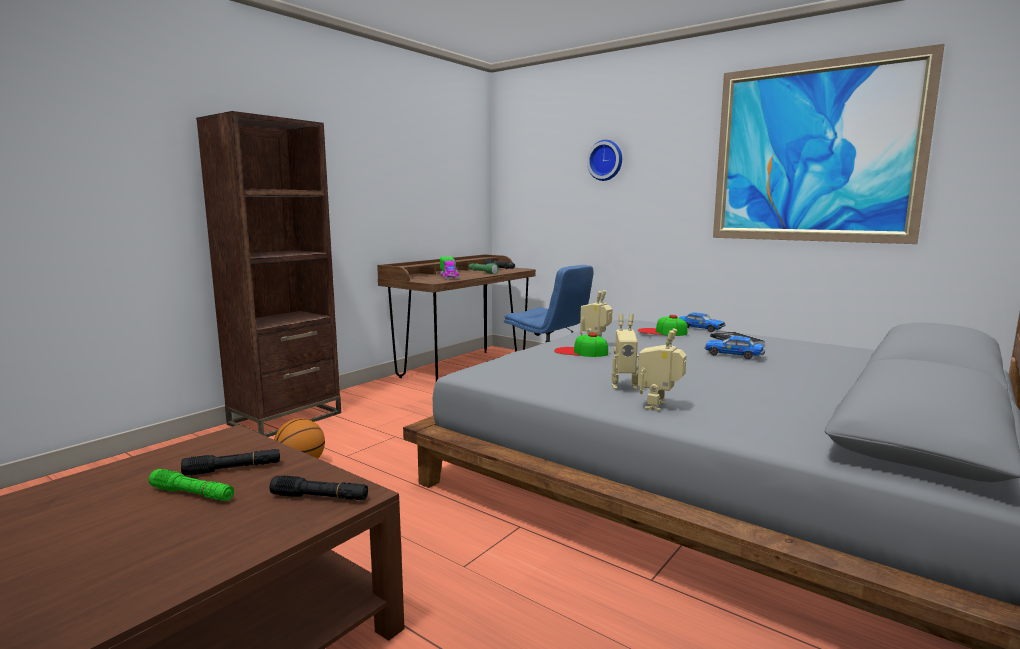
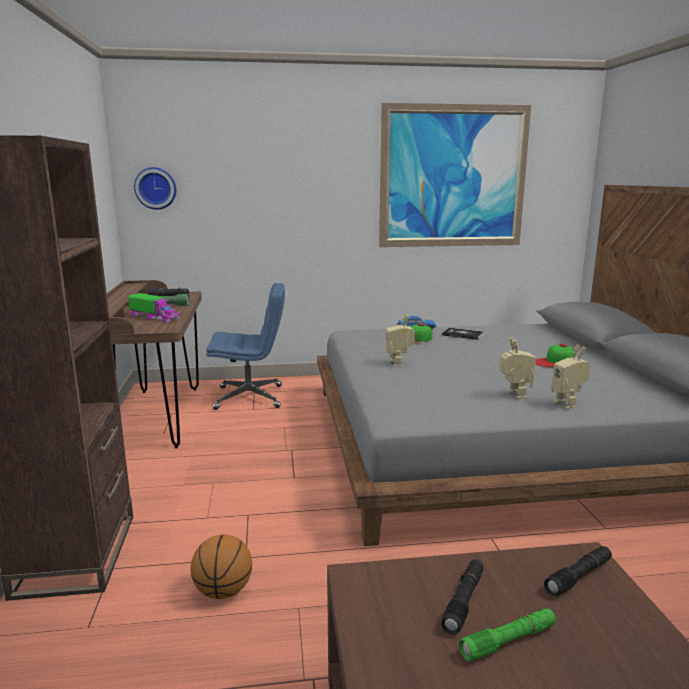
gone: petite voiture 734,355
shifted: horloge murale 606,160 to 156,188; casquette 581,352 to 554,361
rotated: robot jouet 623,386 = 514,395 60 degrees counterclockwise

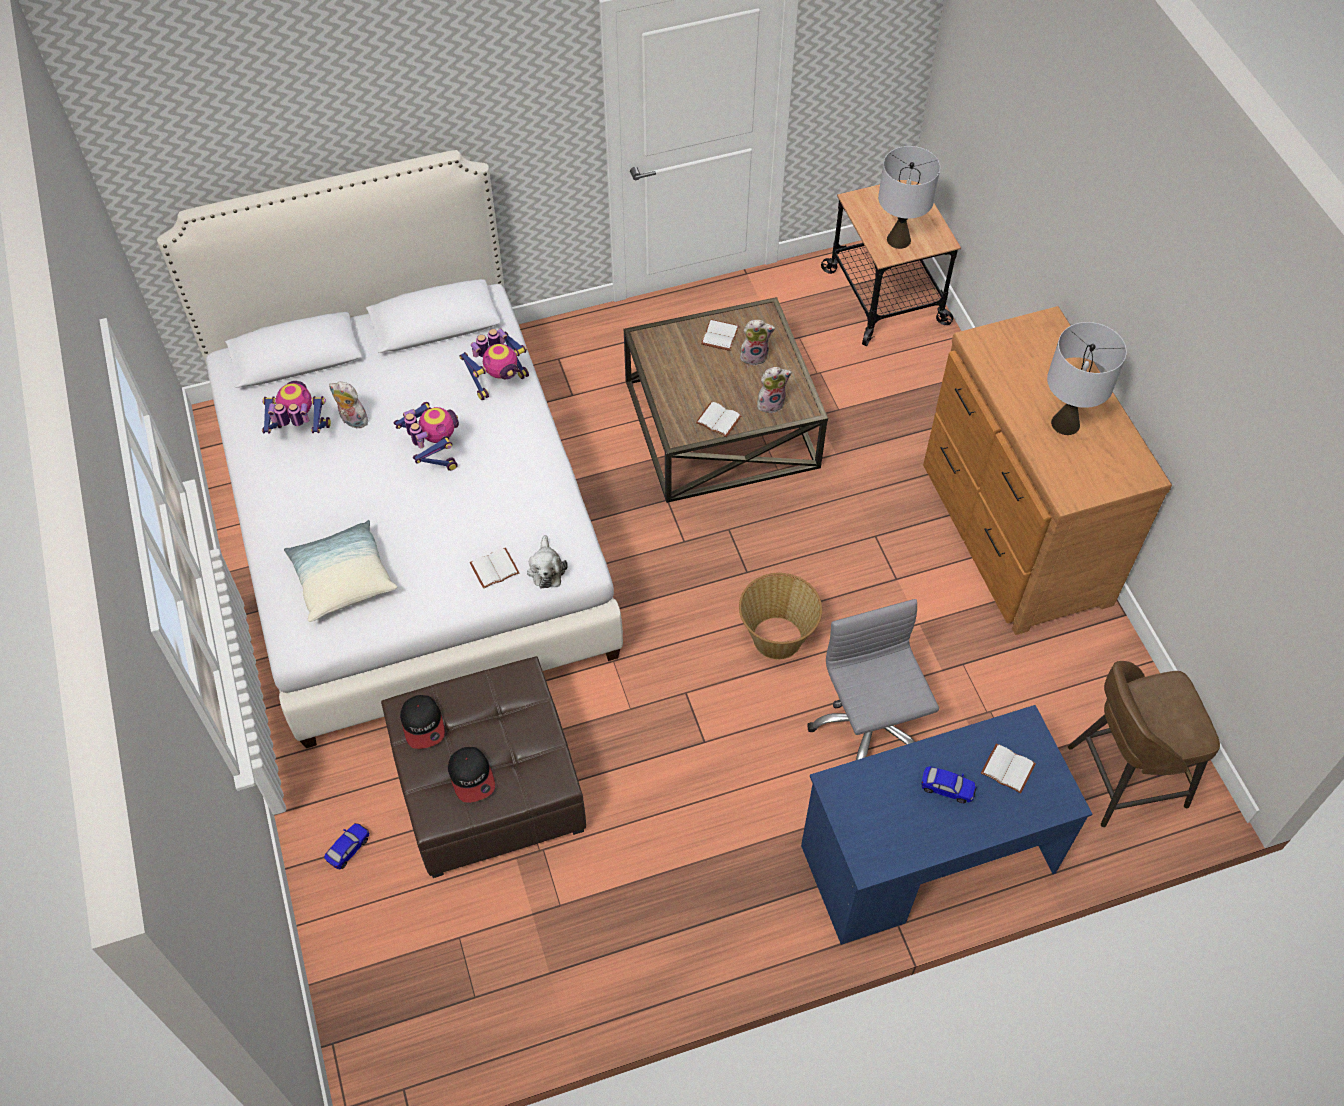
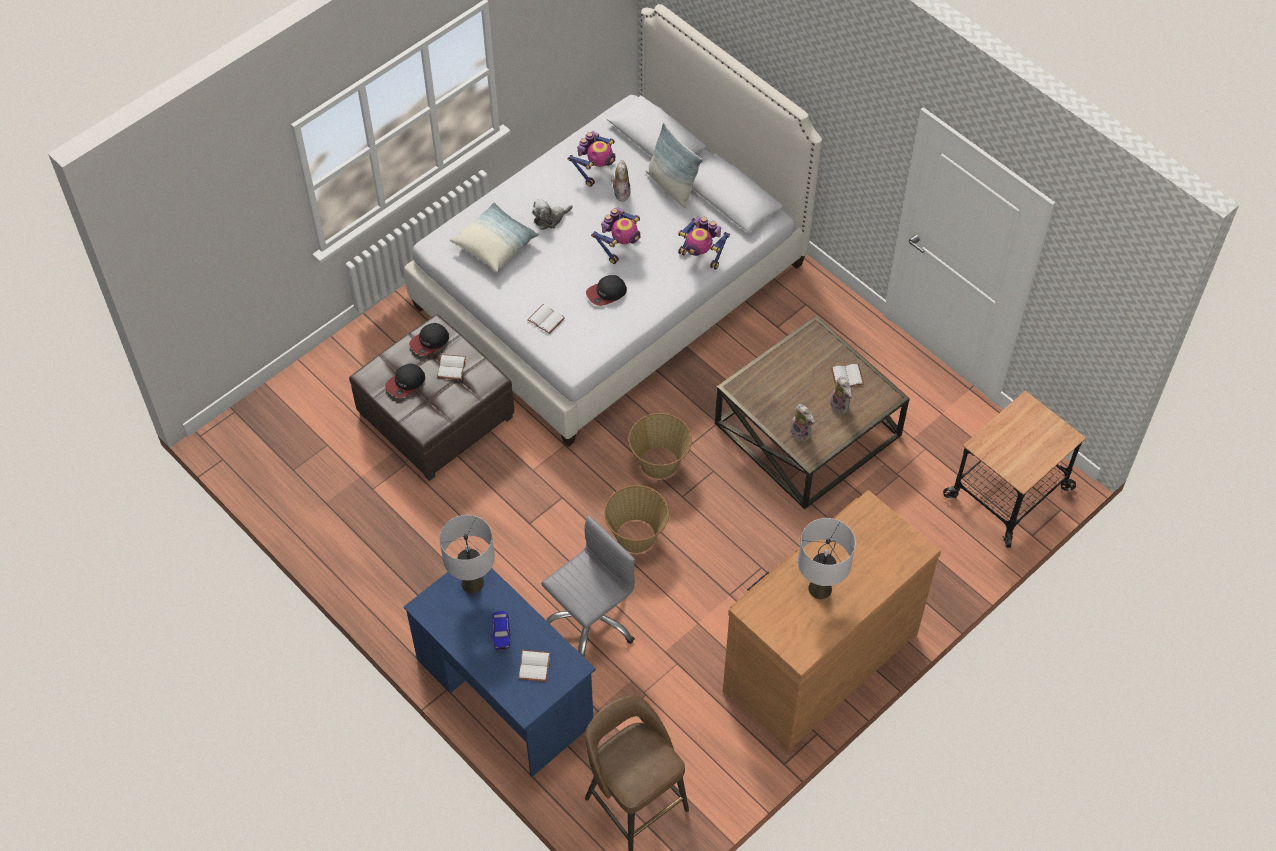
gone: petite voiture 348,849
new: casquette 606,293; panier 659,463; coussin 671,186
shifted: livre (blanc) 717,420 to 450,367; lampe de table (gris) 899,239 to 473,583; peluche 546,569 to 550,218
rotated: robot jouet 300,432 = 595,170 60 degrees clockwise

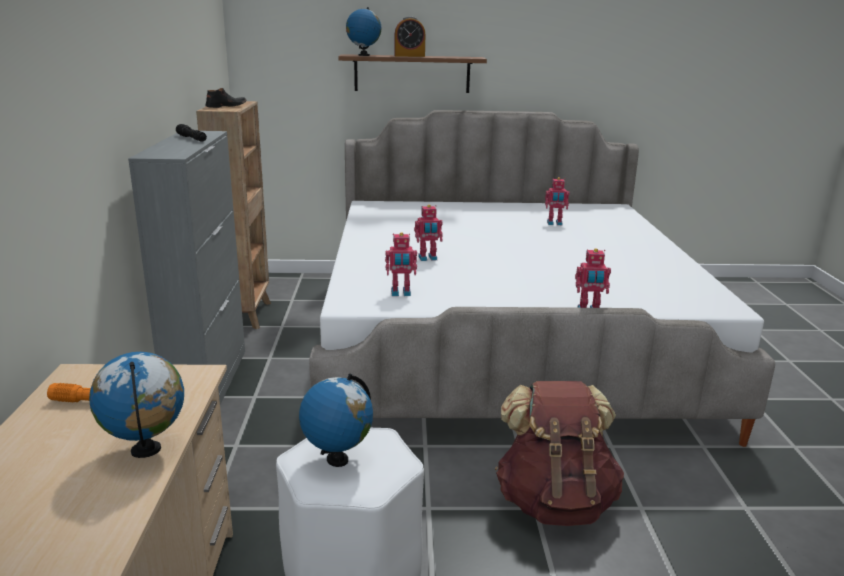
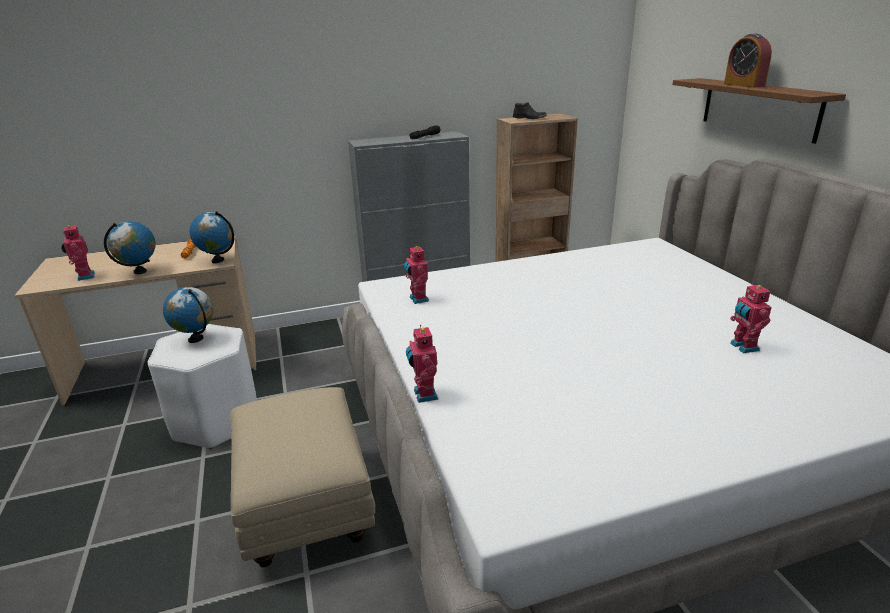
shifted: robot jouet 428,258 to 84,276; globe 363,55 to 218,260
swapped: sac à dos (marron) 554,502 to pouf (beige) 306,507

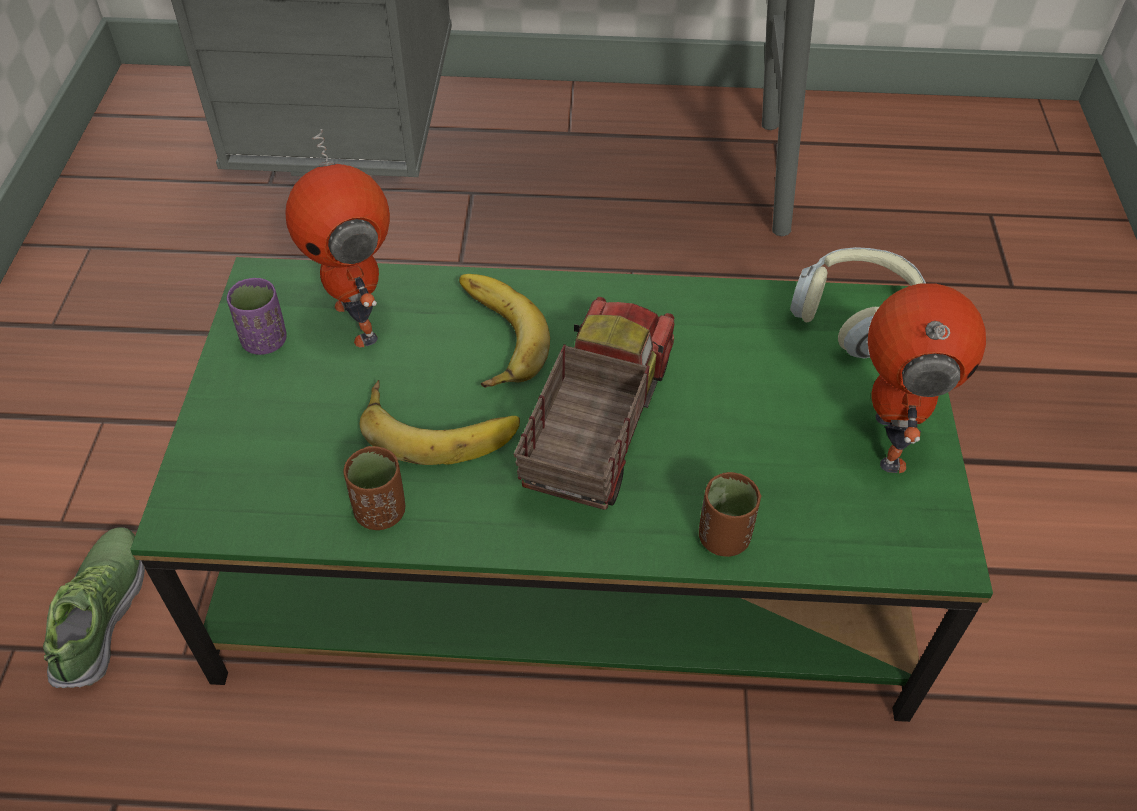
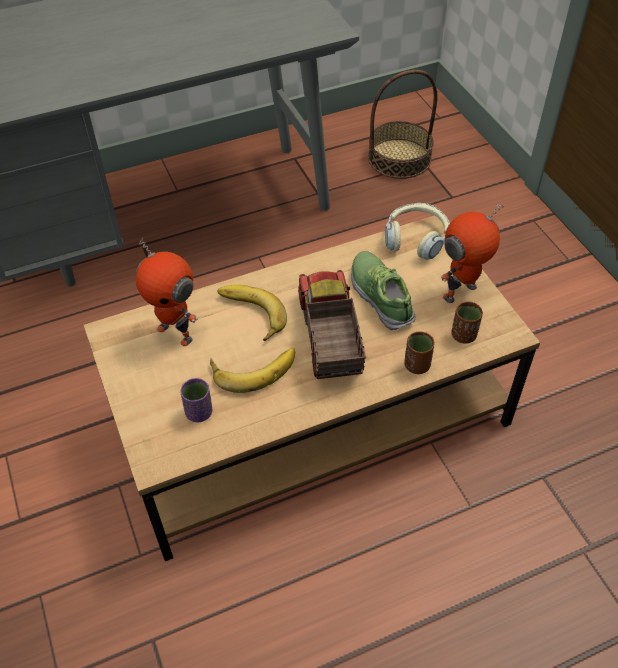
new: panier 399,158
shifted: tasse (violet) 265,341 to 199,412; chaussure 102,614 to 381,296; tasse (marron) 380,512 to 463,335
repainted: table basse (vert) 566,554 to table basse (marron) 310,417
rotated: robot jouet 885,440 = 461,293 105 degrees counterclockwise

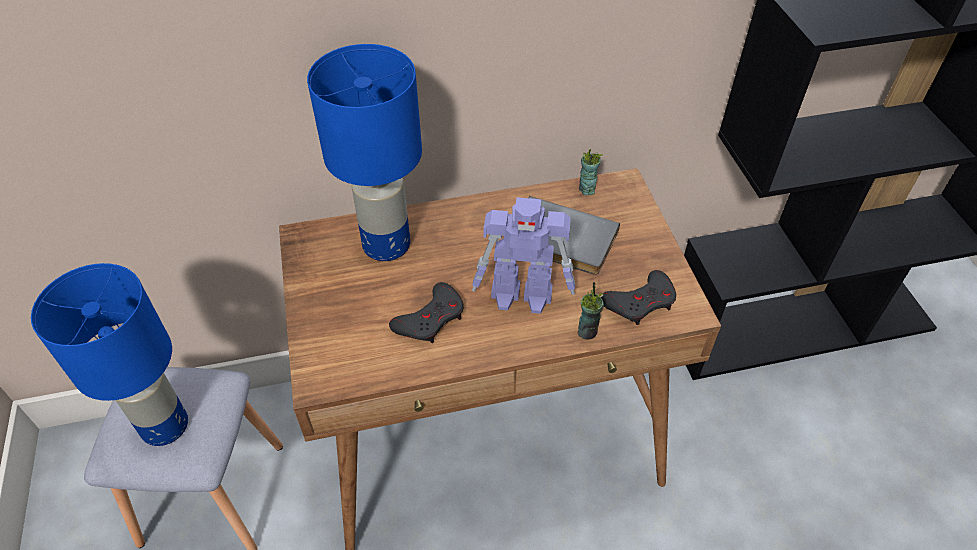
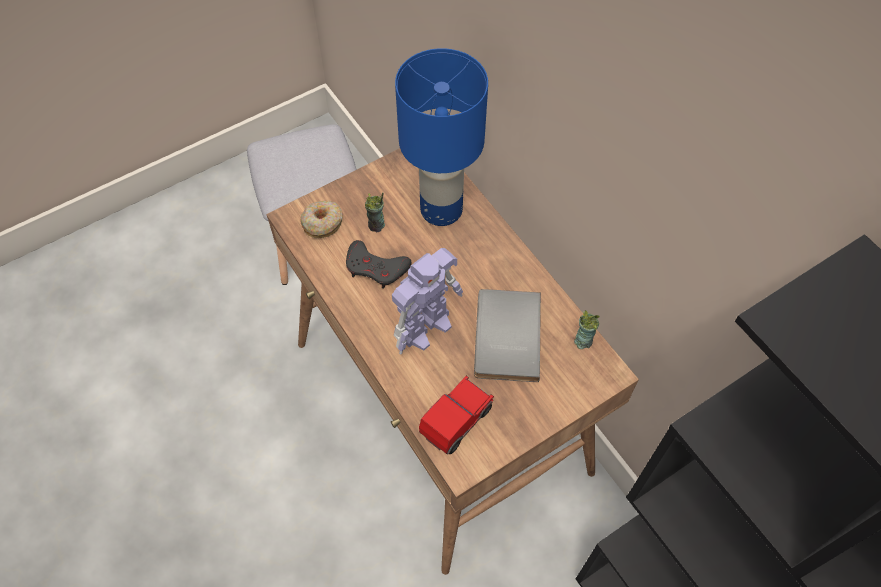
gone: lampe de table (bleu) 163,426
new: beignet 322,223
shifted: tasse 587,331 to 376,226
swapped: manette (gris) 640,302 to petite voiture 456,420
rotated: robot jouet 523,296 = 426,326 120 degrees counterclockwise

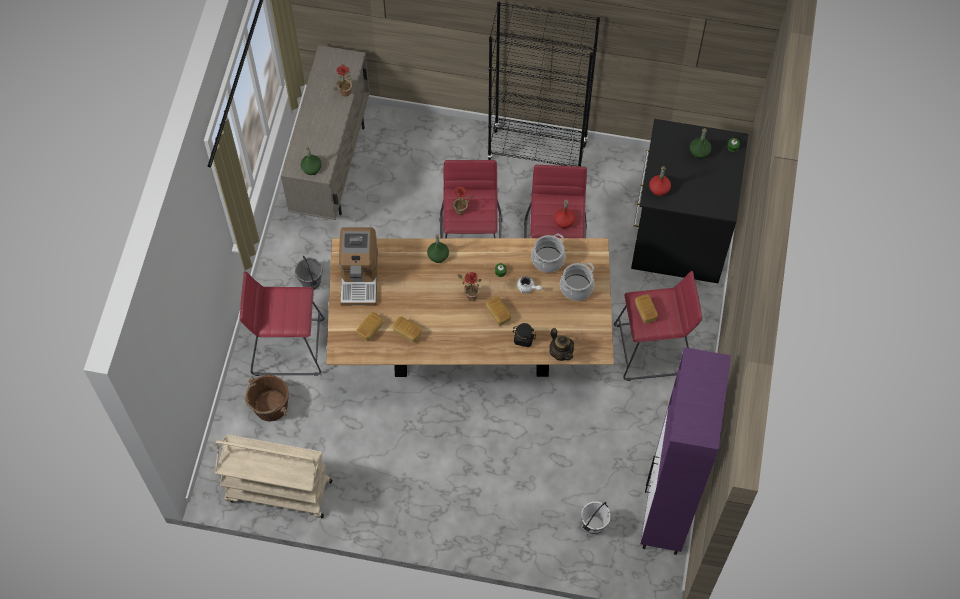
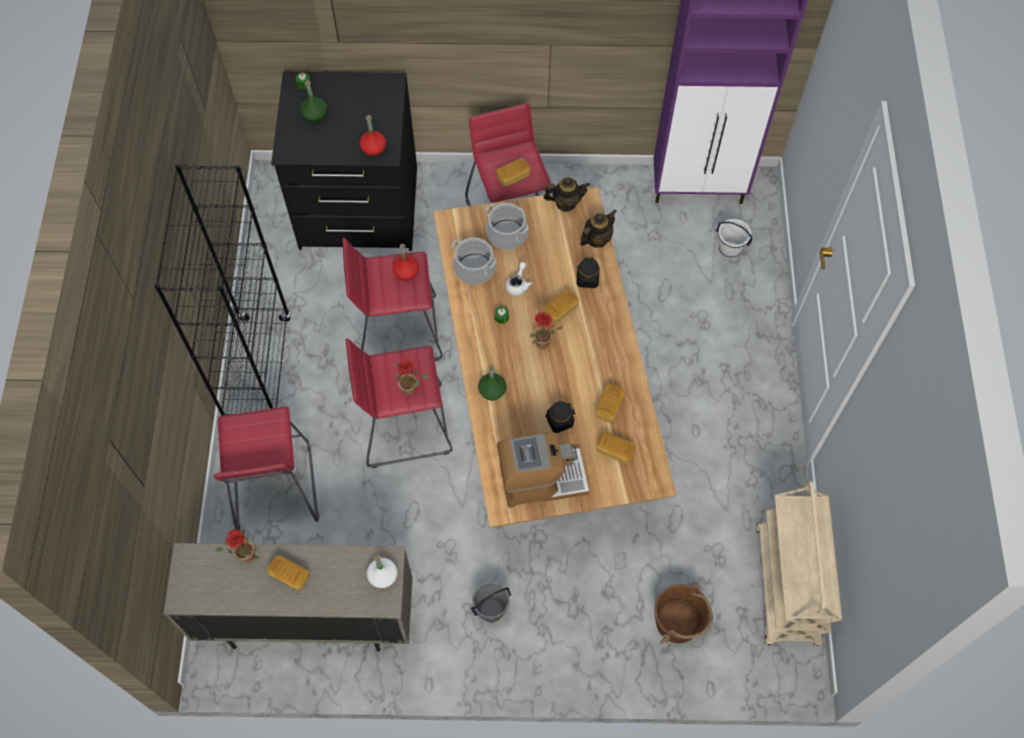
new: pain 290,576; théière 566,203; bocal (noir) 559,421
shifted: tabouret (rouge) 288,346 to 274,489
repainted: bouteille (vert) 311,168 to bouteille (blanc) 383,576

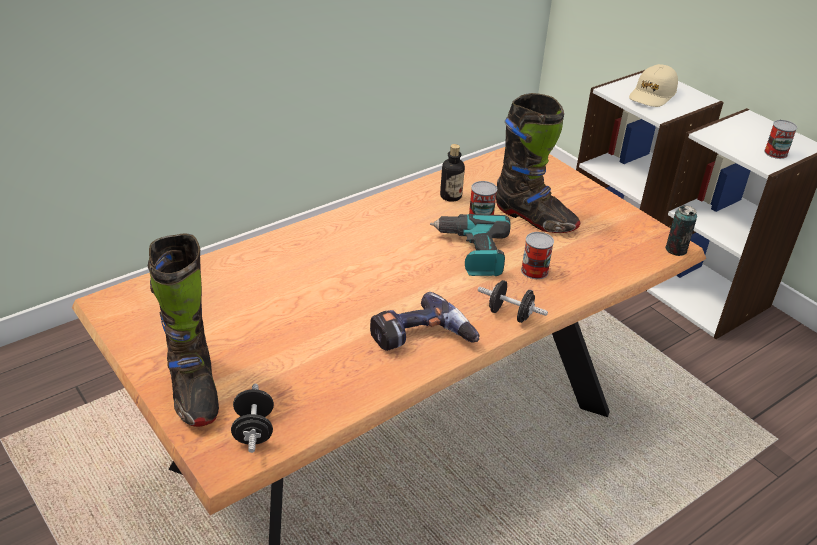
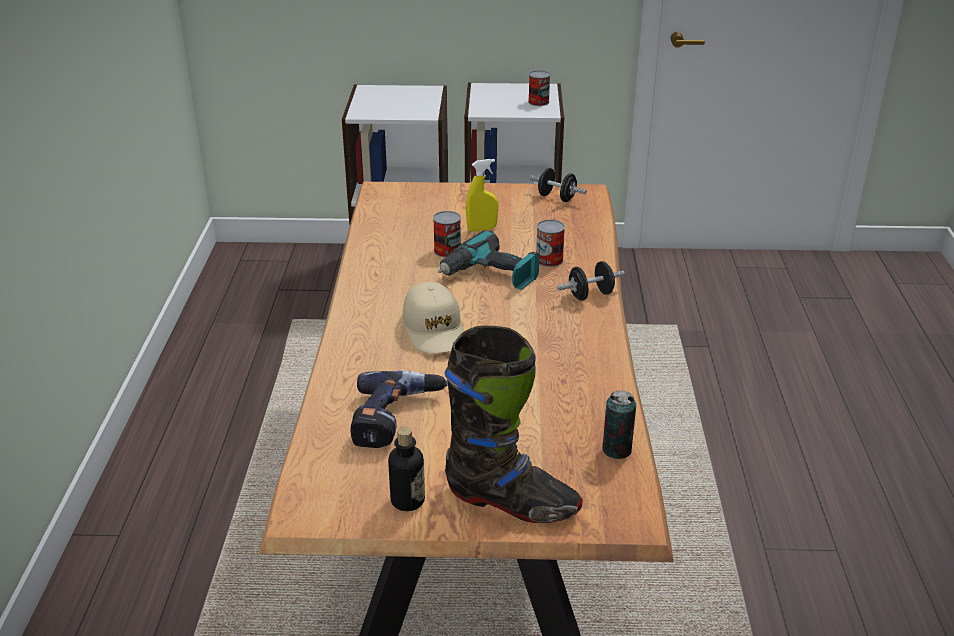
shifted: perceuse 422,340 to 396,419; bouteille 450,196 to 407,500; casquette (beige) 652,95 to 434,330; haltère (noir) 254,430 to 556,198; boîte métallique 676,250 to 616,450
swapped: botte (noir) 534,219 to vaporisateur (jaune) 482,229

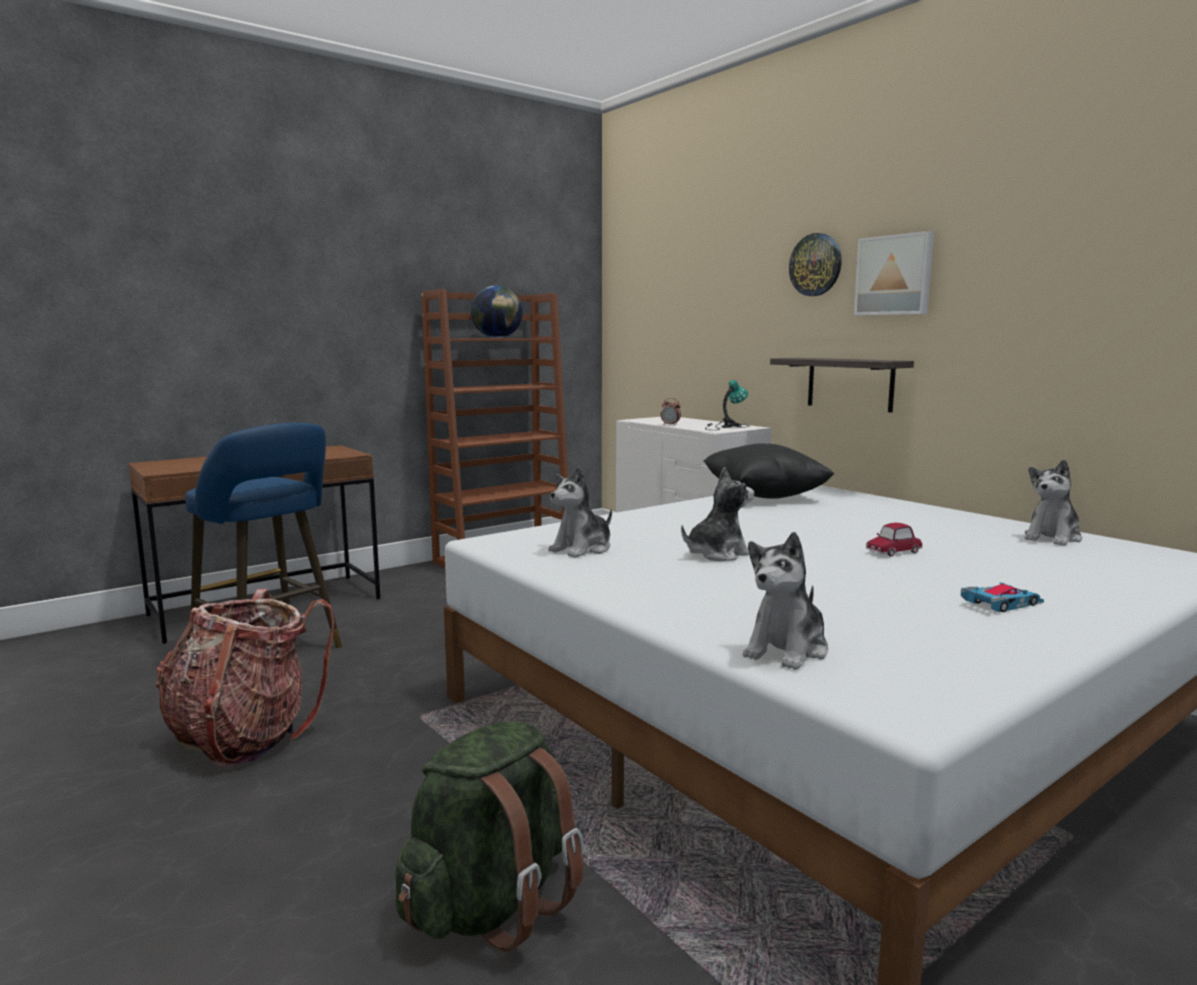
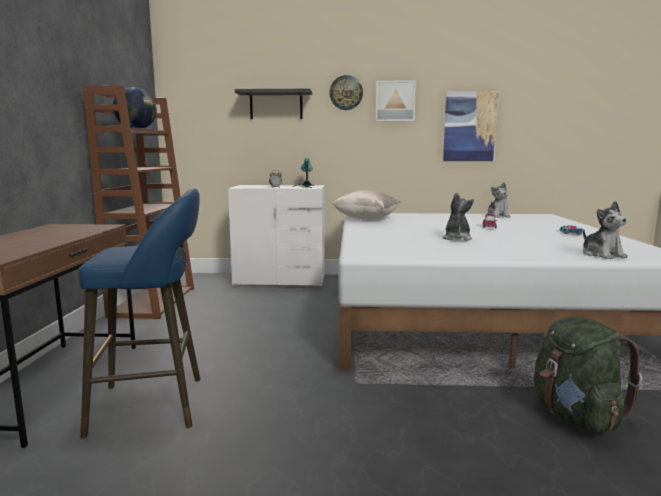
gone: sac à dos 245,737; peluche 582,549
new: tableau 470,126
shifted: étagère 850,384 to 276,105
repainted: coussin (noir) 764,496 to coussin (beige) 367,219

